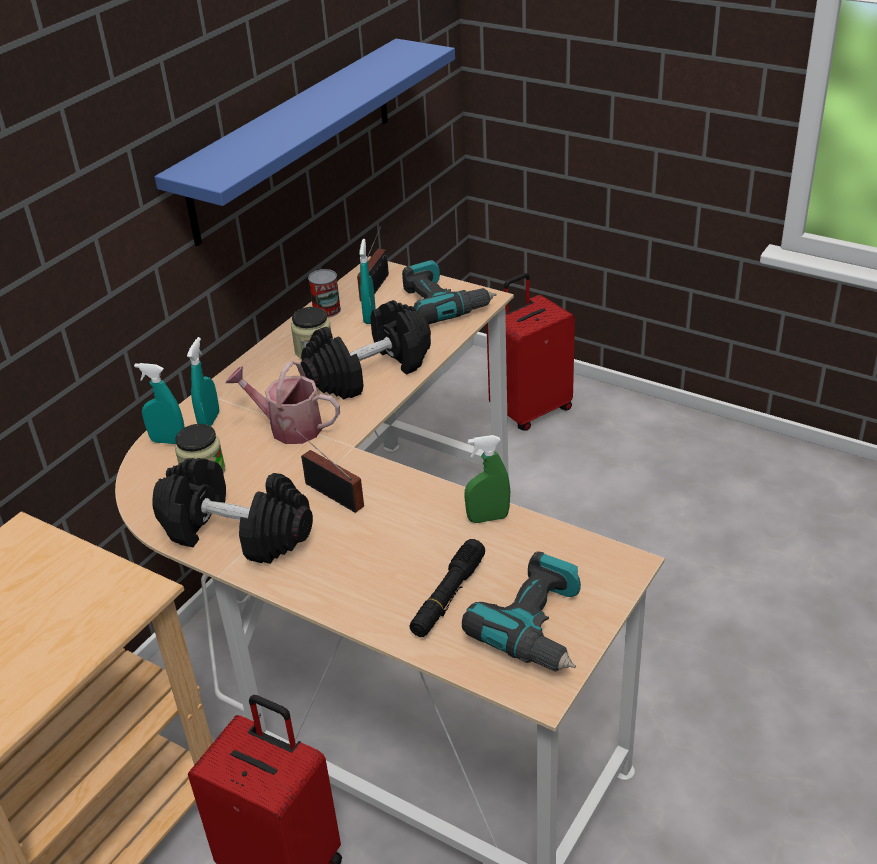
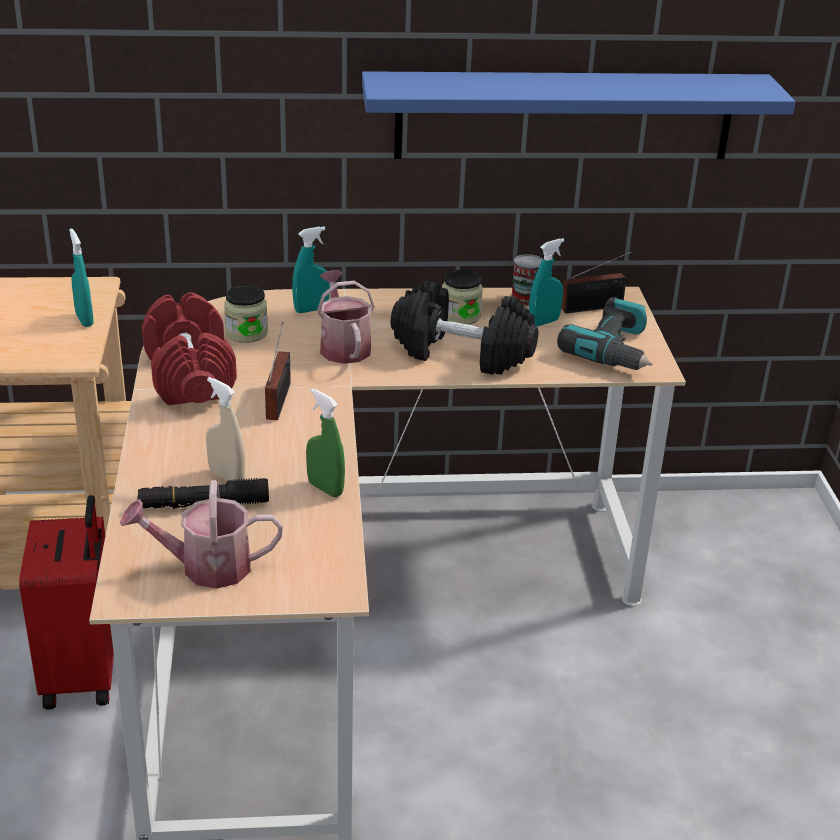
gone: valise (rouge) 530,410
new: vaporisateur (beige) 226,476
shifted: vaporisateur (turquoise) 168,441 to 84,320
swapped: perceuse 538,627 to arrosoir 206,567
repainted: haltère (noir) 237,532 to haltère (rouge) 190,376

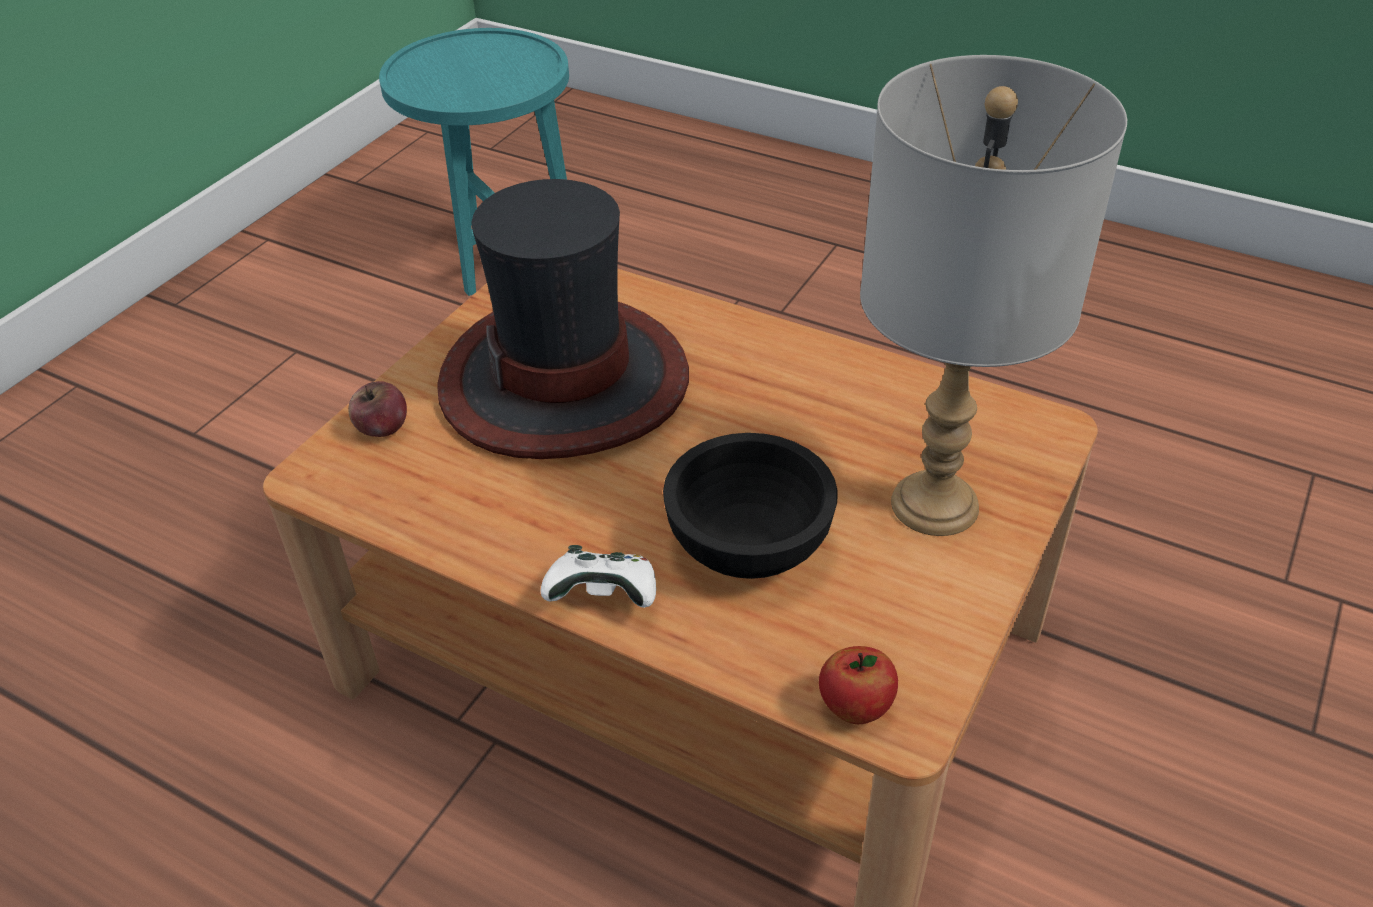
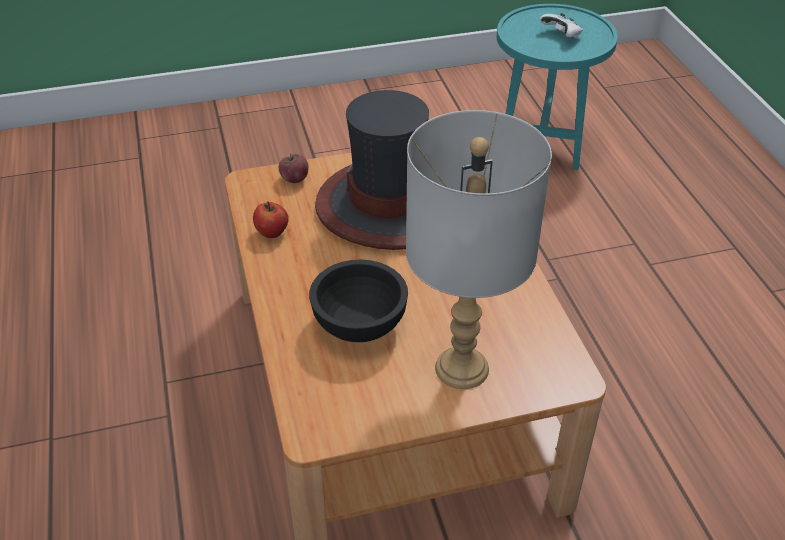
shifted: pomme 855,707 to 272,233; manette (blanc) 604,597 to 561,35

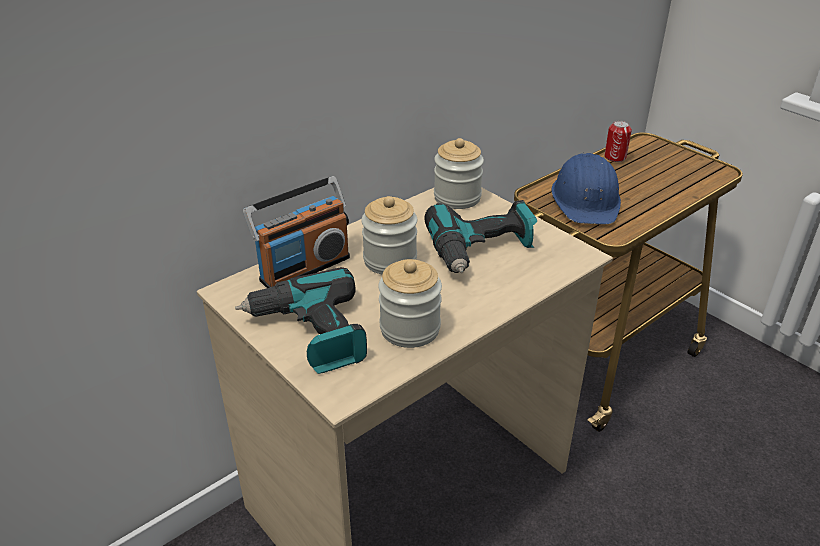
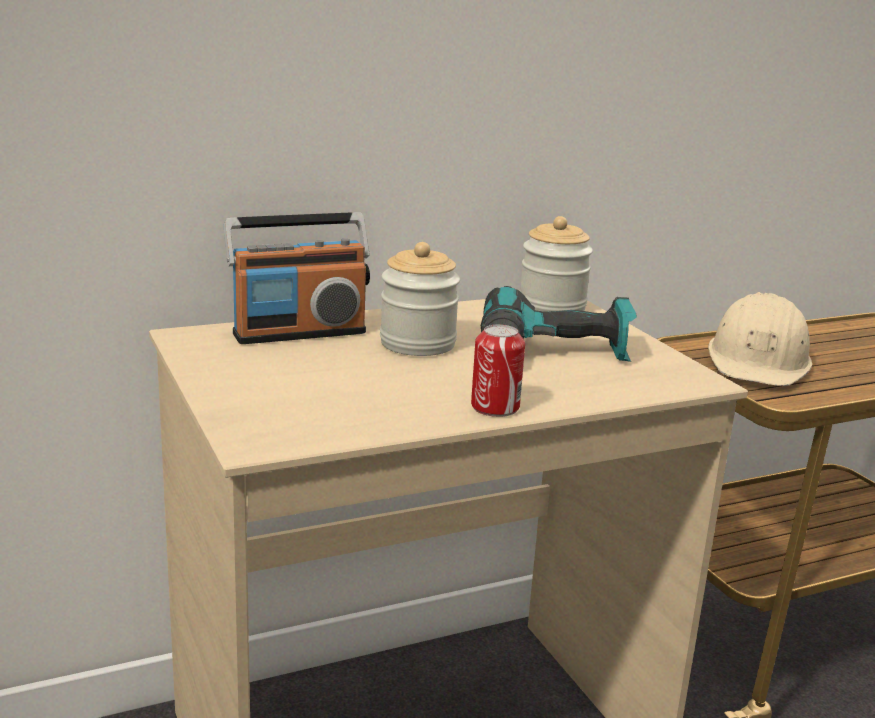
gone: perceuse 311,334; bocal 410,329
shifted: boîte métallique 615,157 to 495,407
repainted: casque de chantier (bleu) 586,200 to casque de chantier (beige) 759,361

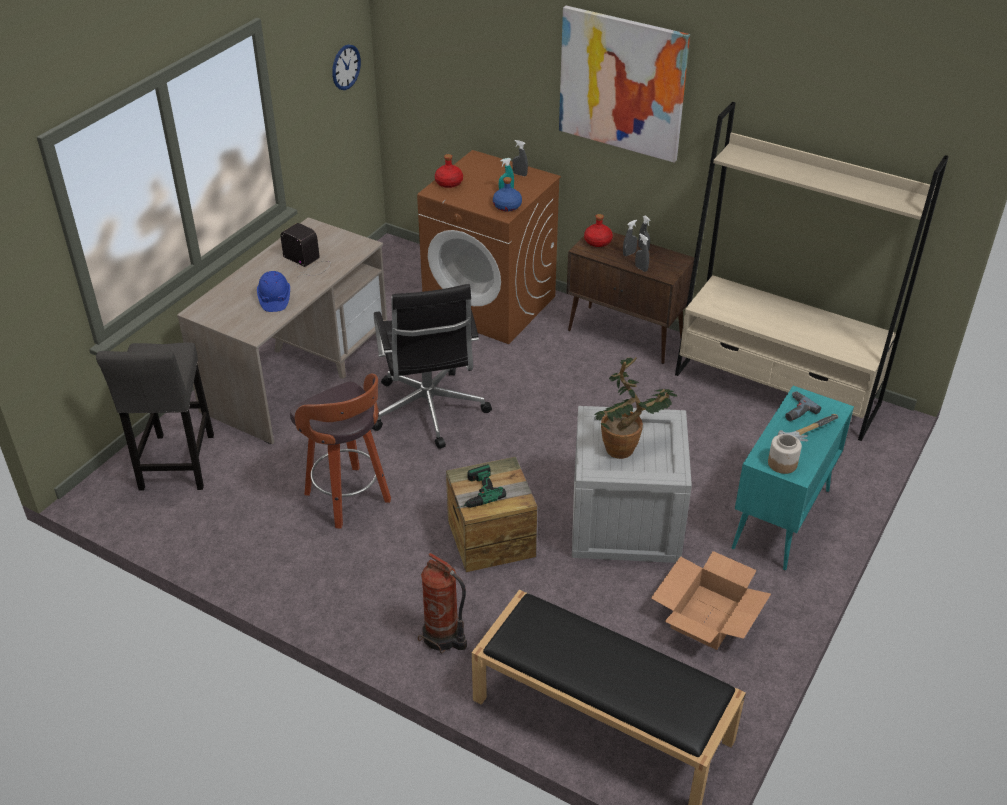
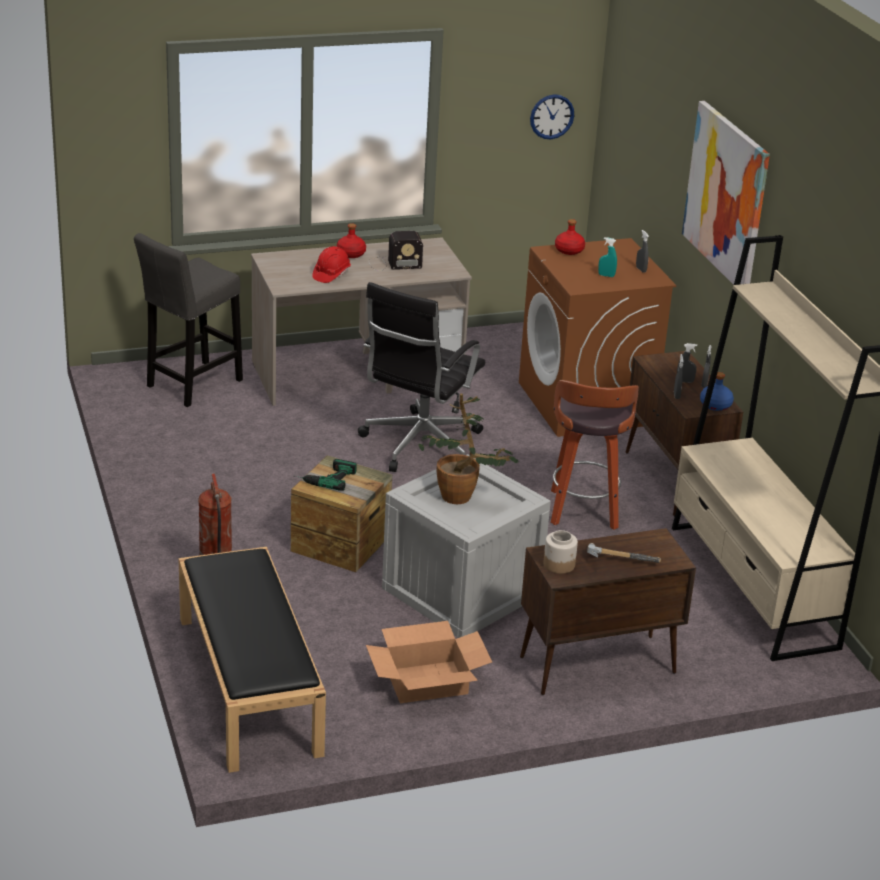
gone: perceuse 795,410
shifted: bouteille (rouge) 597,241 to 351,254; tabouret 349,499 to 584,511; bouteille (bleu) 507,206 to 715,405
repainted: casque de chantier (bleu) 274,299 to casque de chantier (rouge) 331,274; meuble de rangement (turquoise) 781,520 to meuble de rangement (marron) 596,665
rotated: radio 307,262 = 393,264 90 degrees clockwise

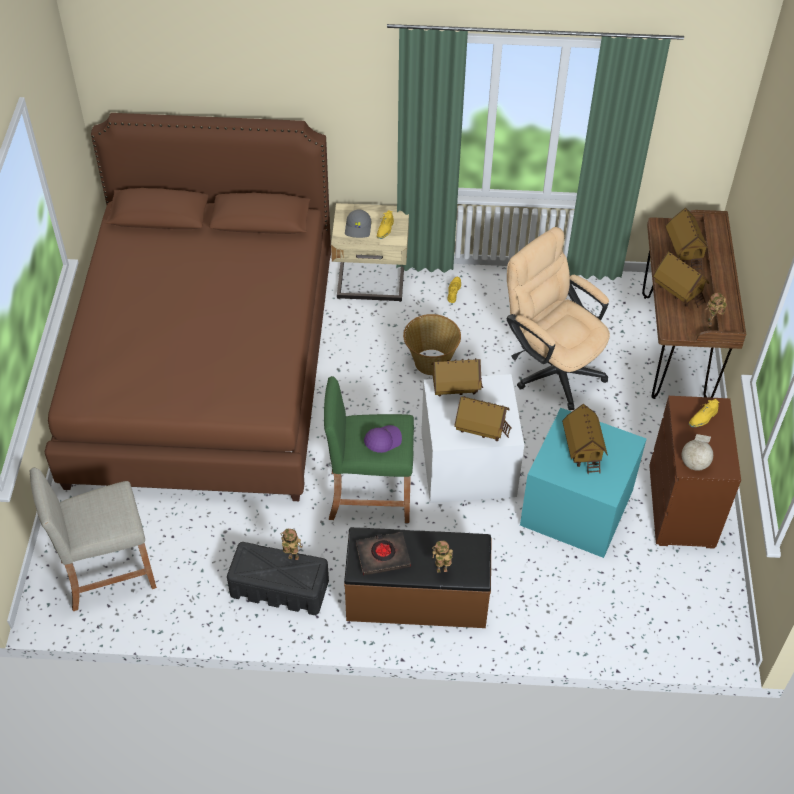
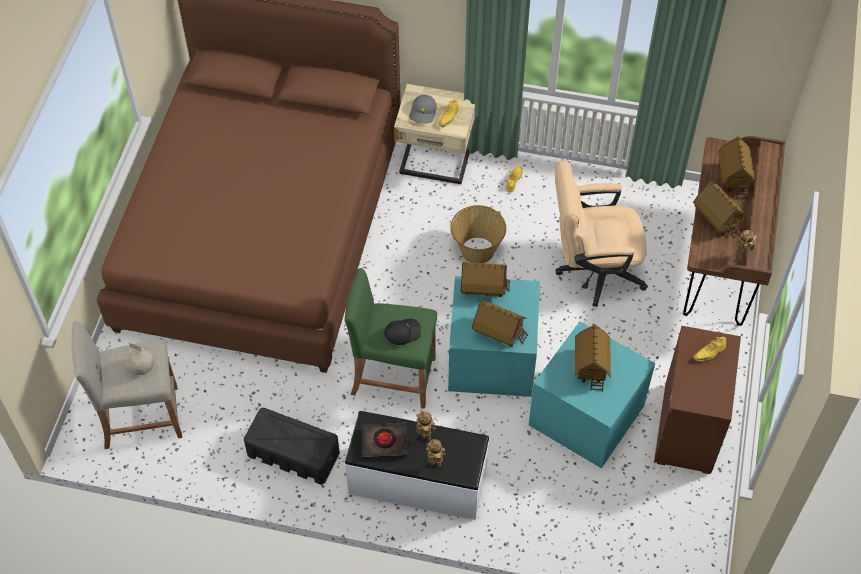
shifted: globe 694,464 to 142,368; robot jouet 292,559 to 425,438
repainted: banc (marron) 417,598 to banc (blanc) 417,482; casquette (violet) 382,440 to casquette (noir) 402,333; boîte de rangement (blanc) 469,465 to boîte de rangement (turquoise) 493,359
rotated: chaise de bureau (beige) 551,367 = 592,270 60 degrees counterclockwise

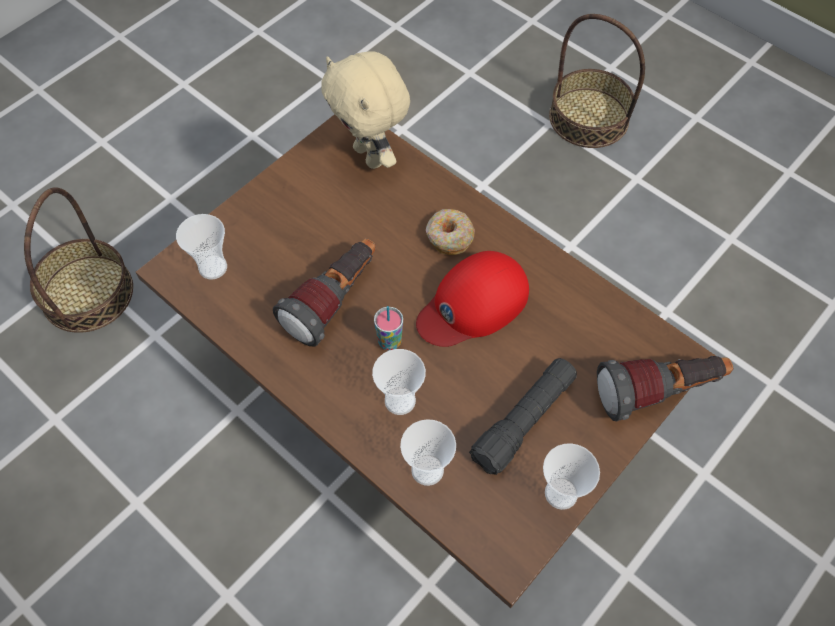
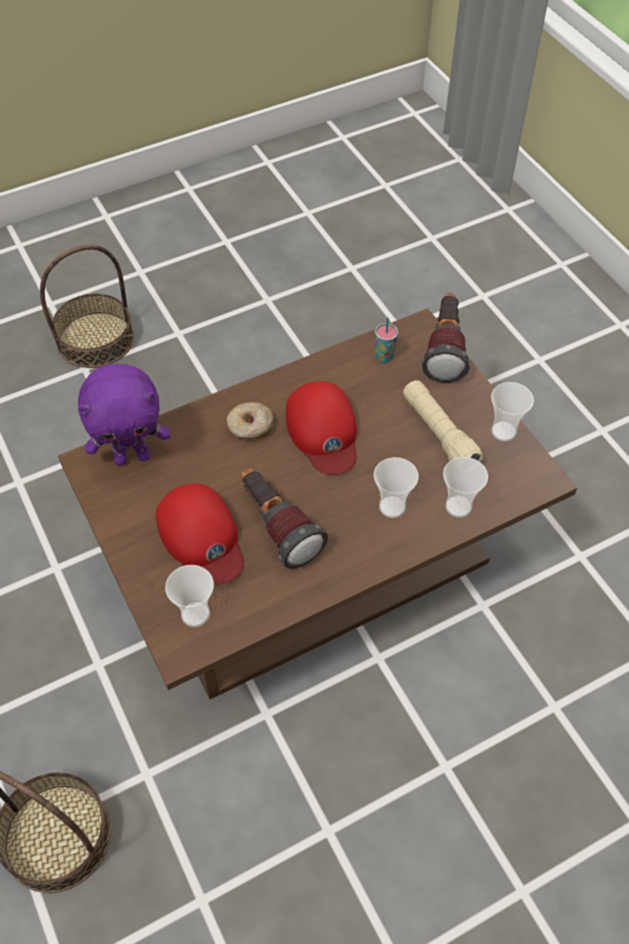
new: casquette (rouge) 201,537
shifted: tasse 389,342 to 384,356
repainted: peluche (beige) 370,156 to peluche (violet) 132,456; lampe de poche (noir) 524,421 to lampe de poche (beige) 439,433

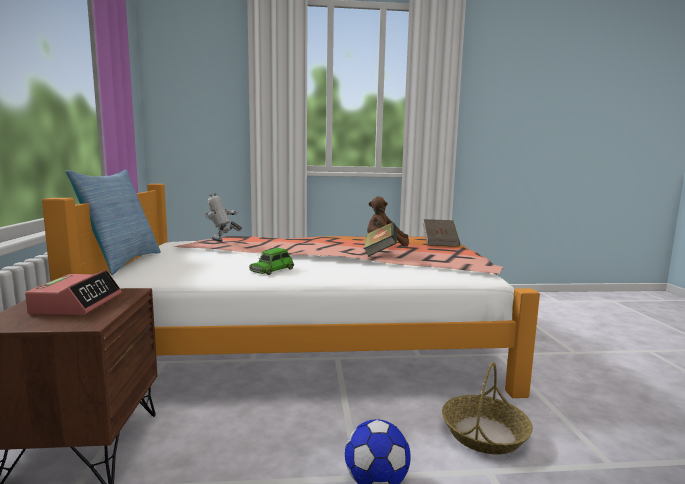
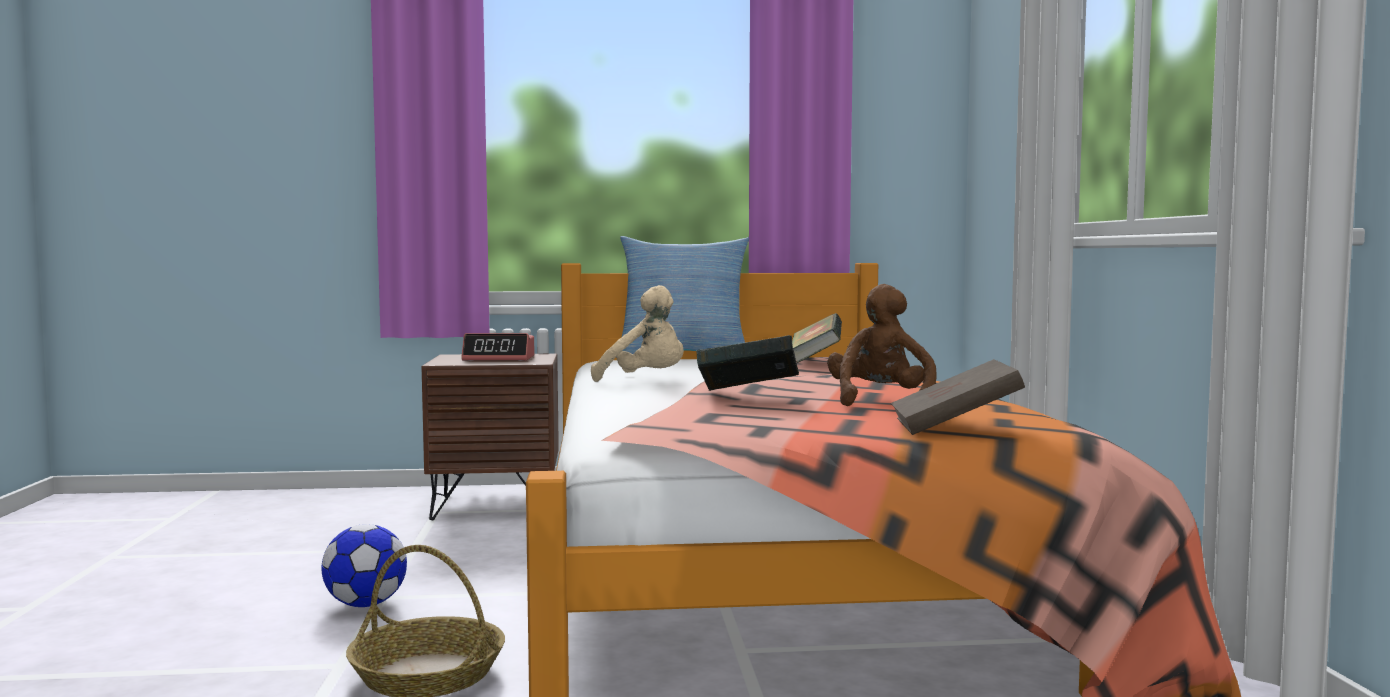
swapped: petite voiture (vert) 272,270 to peluche (beige) 646,381; robot jouet 222,242 to livre 815,360

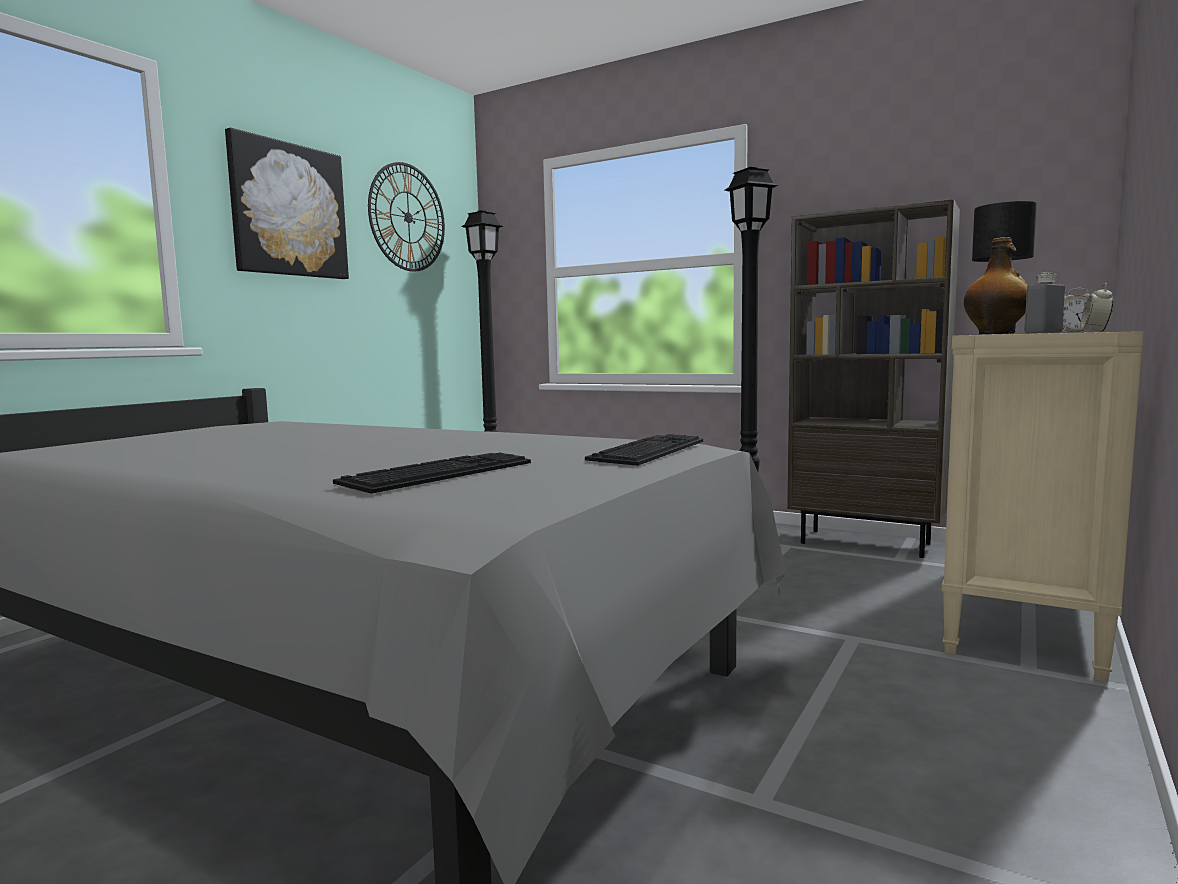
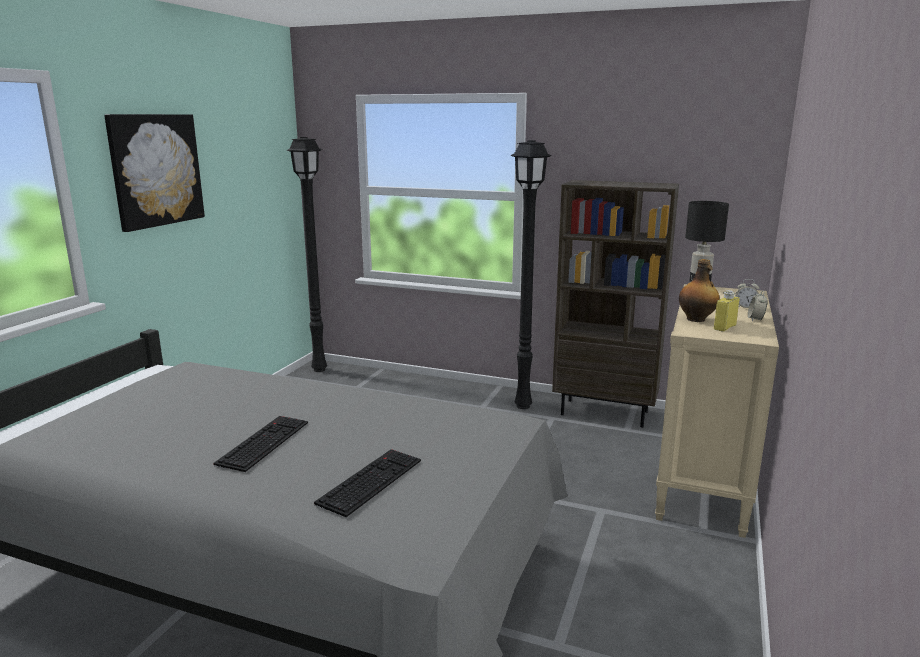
gone: horloge murale 408,217
shifted: clavier 647,450 to 263,442
repainted: bouteille (gris) 1043,332 to bouteille (jaune) 724,327

